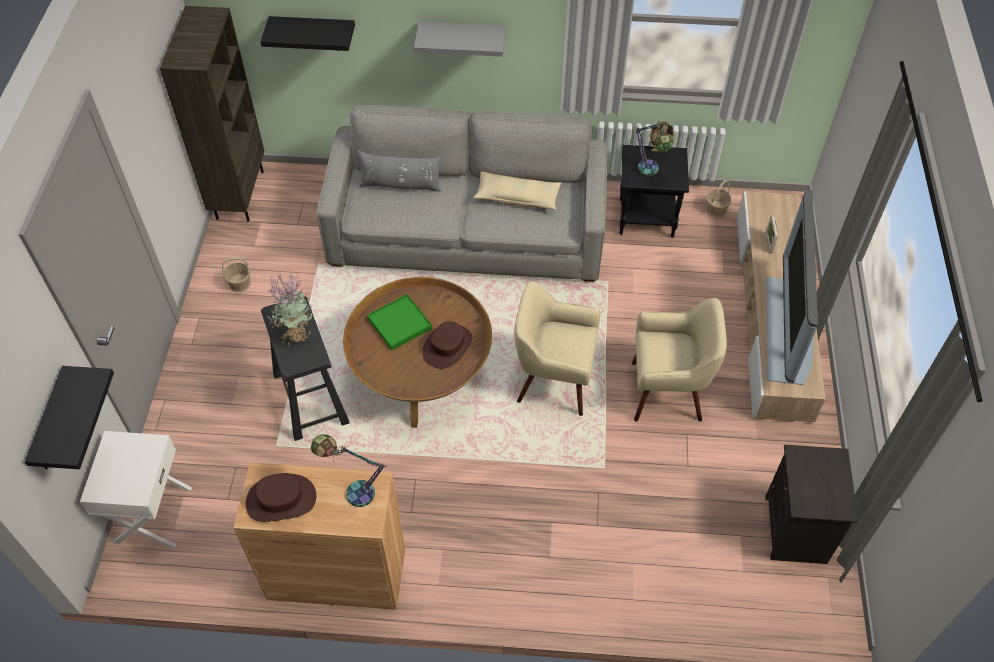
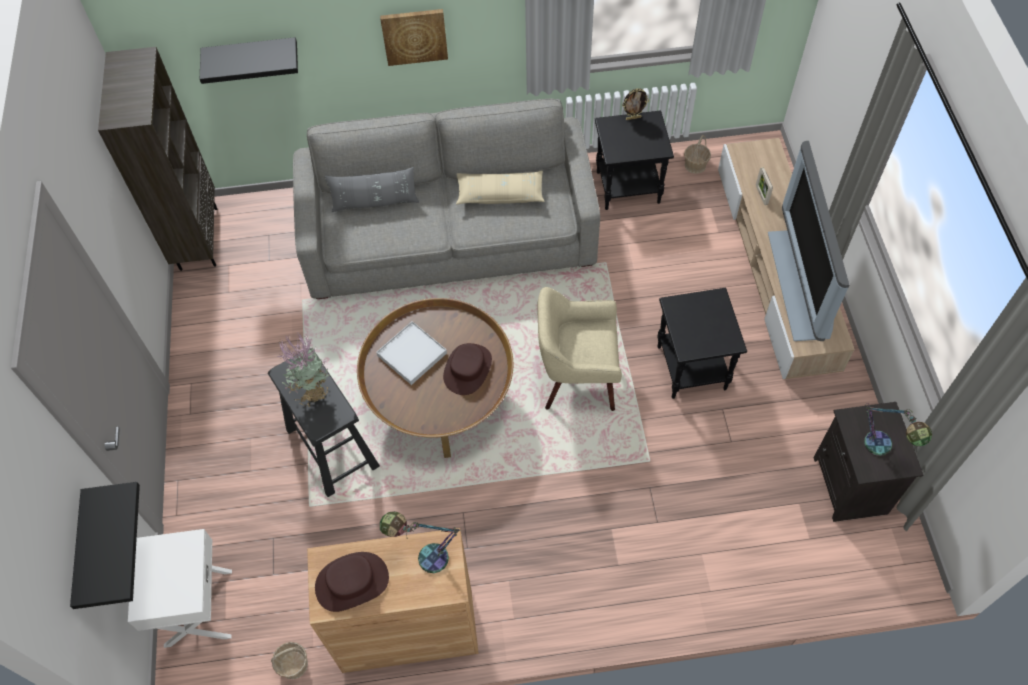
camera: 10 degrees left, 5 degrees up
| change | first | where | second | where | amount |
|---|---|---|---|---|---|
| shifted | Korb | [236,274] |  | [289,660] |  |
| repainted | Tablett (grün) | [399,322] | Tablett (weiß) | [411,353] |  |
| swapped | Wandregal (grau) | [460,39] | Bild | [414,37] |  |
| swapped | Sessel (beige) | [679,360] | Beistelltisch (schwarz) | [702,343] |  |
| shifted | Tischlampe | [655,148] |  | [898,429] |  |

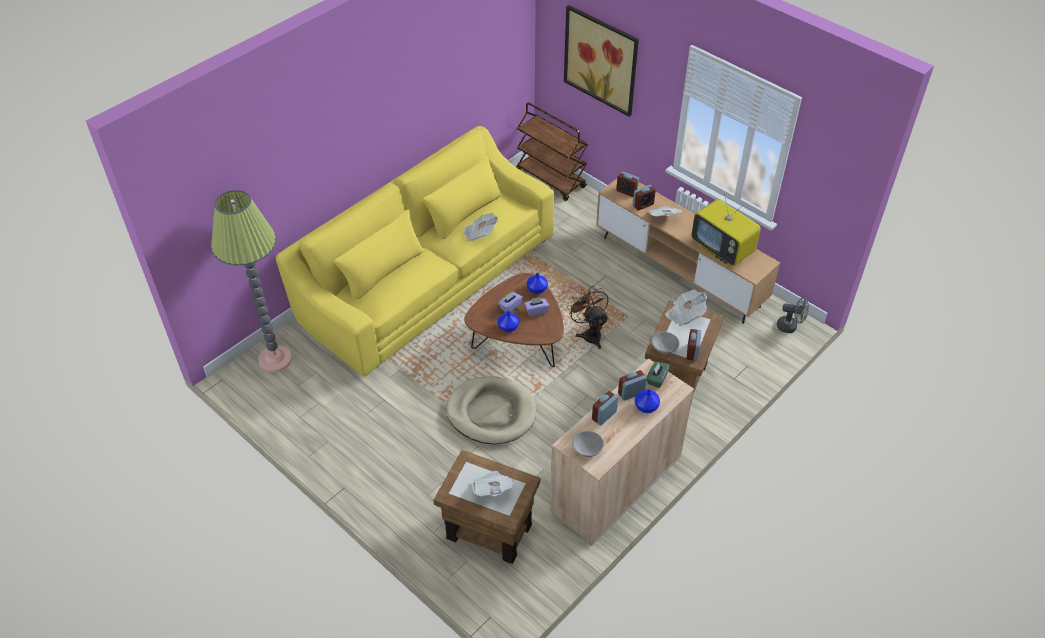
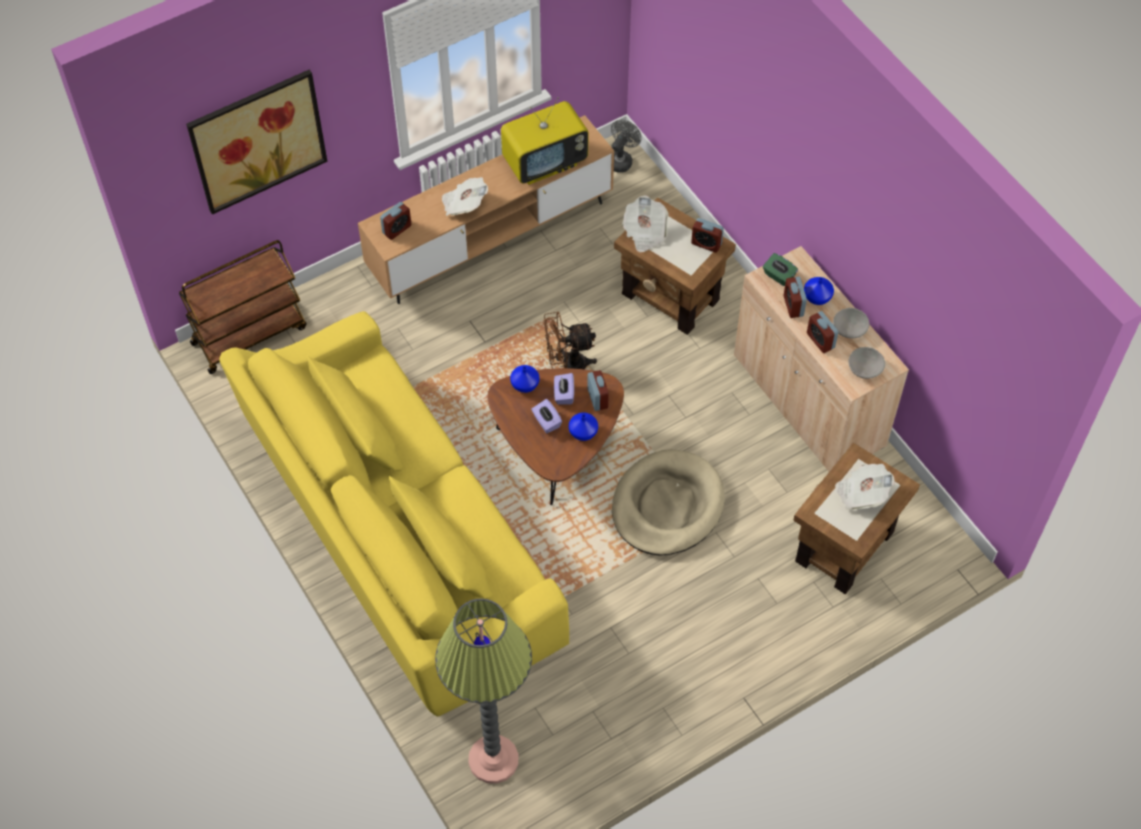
camera: 75 degrees left, 10 degrees up
| change | first | where | second | where | amount |
|---|---|---|---|---|---|
| gone | Zeitung | [480,227] |  |  |  |
| shifted | Wecker | [644,197] |  | [598,390] |  |
| shifted | Schüssel (grau) | [666,343] |  | [851,323] |  |

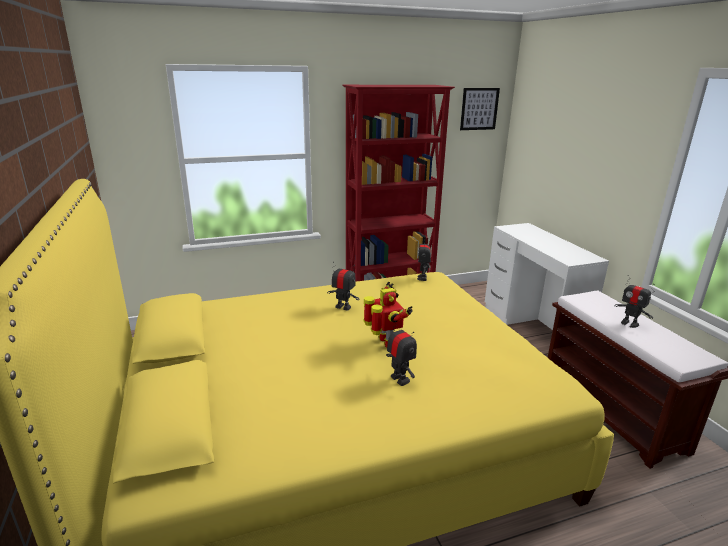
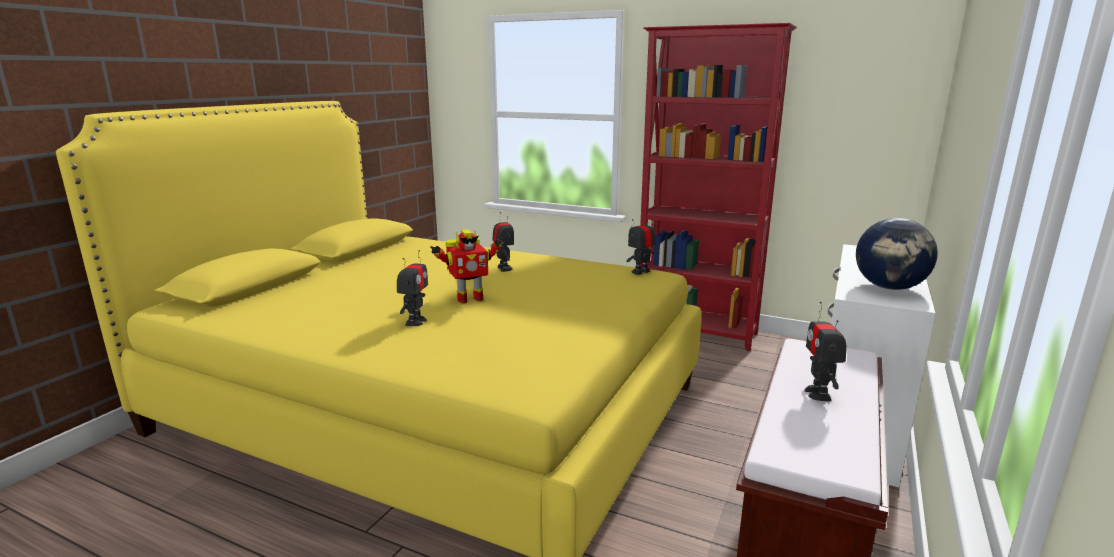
camera: 45 degrees right, 5 degrees down
| change | first | where | second | where | amount |
|---|---|---|---|---|---|
| rotated | Spielzeugroboter | [388,314] |  | [467,266] | 45 degrees clockwise |
| gone | Bild | [480,109] |  |  |  |
| new |  |  | Globus | [897,254] |  |

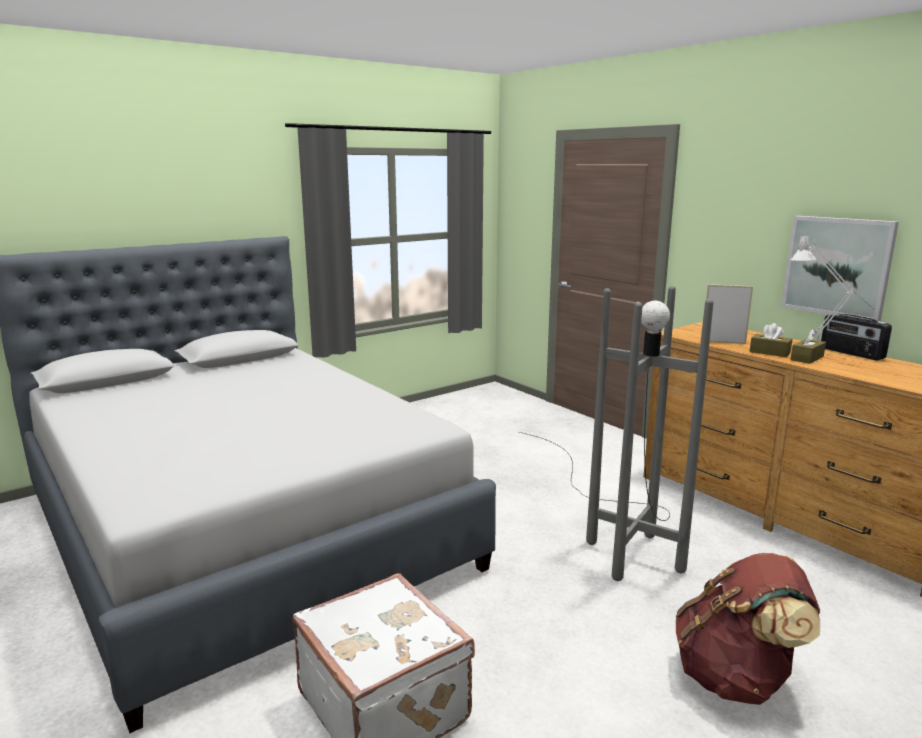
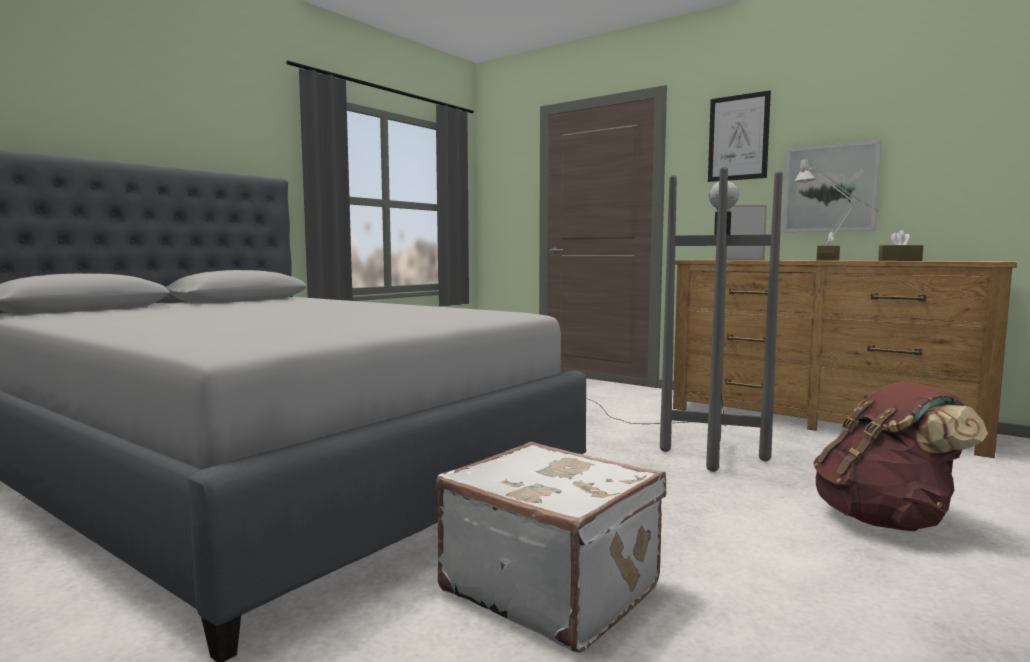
camera: 15 degrees left, 10 degrees down
| change | first | where | second | where | amount |
|---|---|---|---|---|---|
| shifted | Taschentuchbox (braun) | [771,340] |  | [900,245] |  |
| gone | Radio | [856,337] |  |  |  |
| new |  |  | Bild | [739,136] |  |

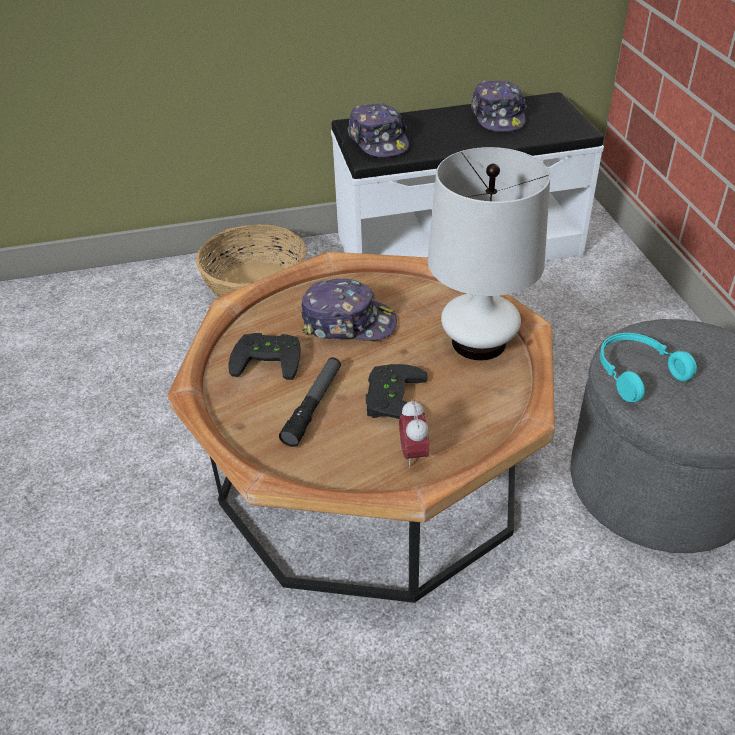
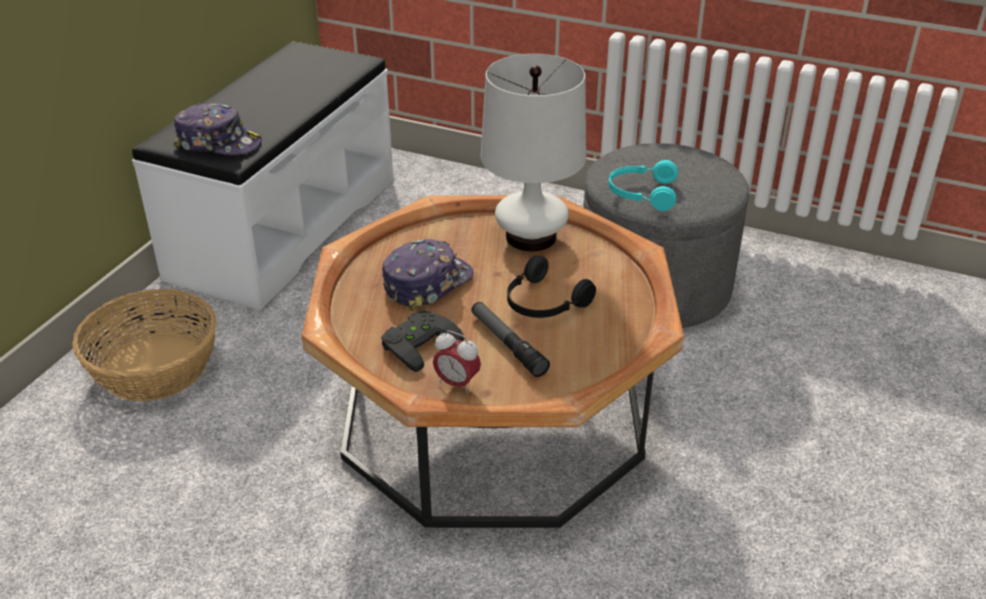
camera: 55 degrees left, 5 degrees down
| change | first | where | second | where | amount |
|---|---|---|---|---|---|
| swapped | Gamepad (schwarz) | [397,391] | Kopfhörer (schwarz) | [551,287] |  |
| shifted | Wecker | [414,433] |  | [457,362] |  |
| gone | Kappe | [499,106] |  |  |  |

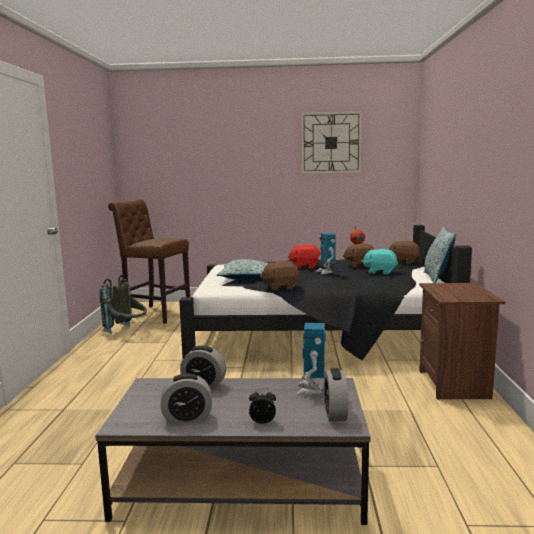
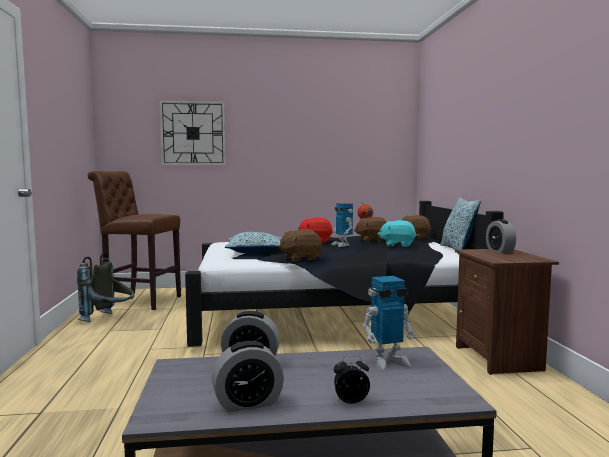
camera: 10 degrees left, 5 degrees down
| change | first | where | second | where | amount |
|---|---|---|---|---|---|
| rotated | Spielzeugroboter | [311,359] |  | [389,323] | 105 degrees counterclockwise |
| shifted | Wanduhr | [331,142] |  | [192,132] |  |
| shifted | Wecker | [336,395] |  | [501,236] |  |

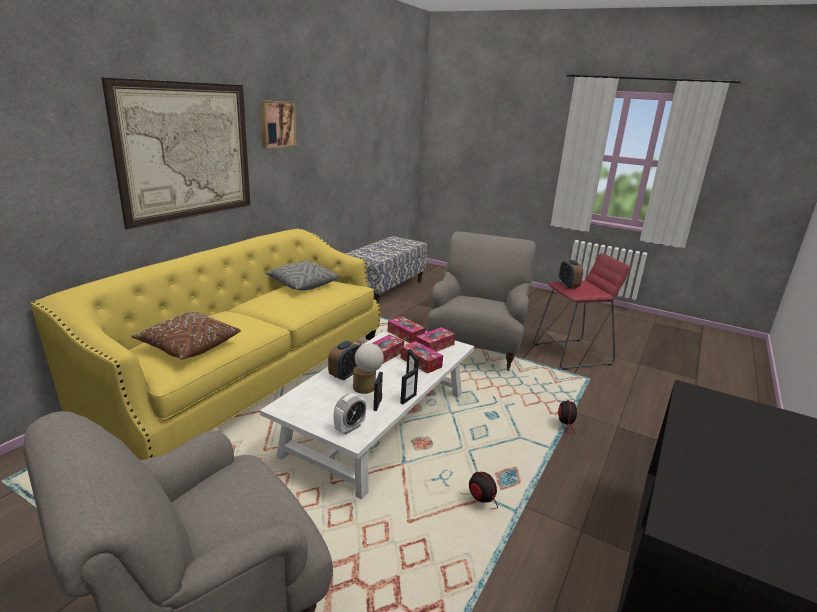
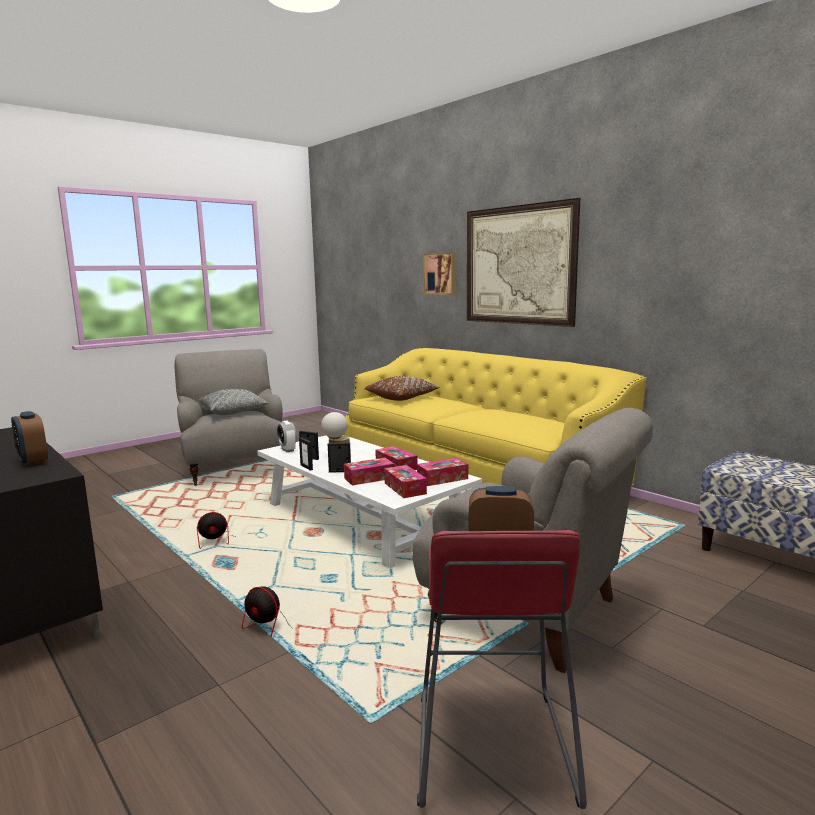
camera: 110 degrees right, 10 degrees down
| change | first | where | second | where | amount |
|---|---|---|---|---|---|
| shifted | Bild | [278,125] |  | [439,273] |  |
| shifted | Kissen (grau) | [302,275] |  | [234,402] |  |
| shifted | Wecker | [344,361] |  | [29,438] |  |

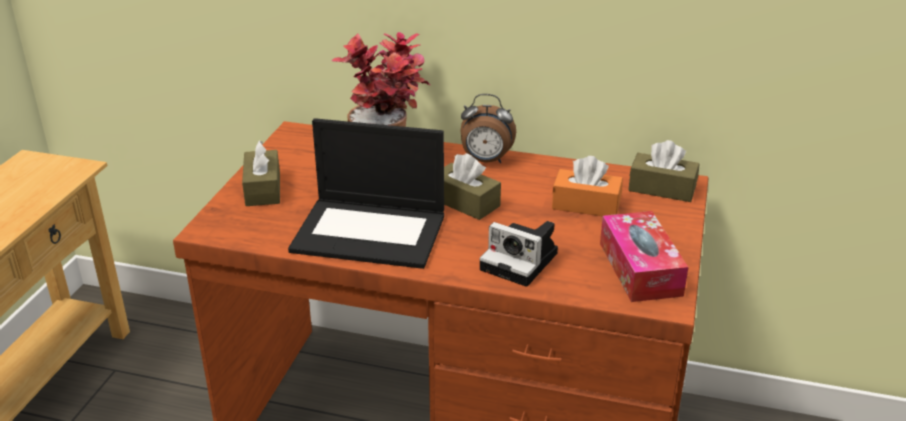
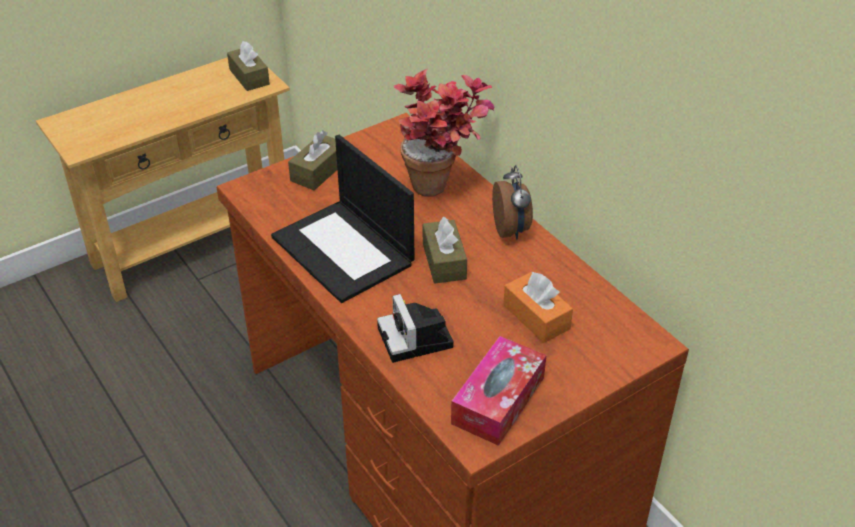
camera: 40 degrees right, 10 degrees up
| change | first | where | second | where | amount |
|---|---|---|---|---|---|
| rotated | Wecker | [488,128] |  | [512,202] | 150 degrees counterclockwise |
| shifted | Taschentuchbox (braun) | [664,171] |  | [248,66] |  |

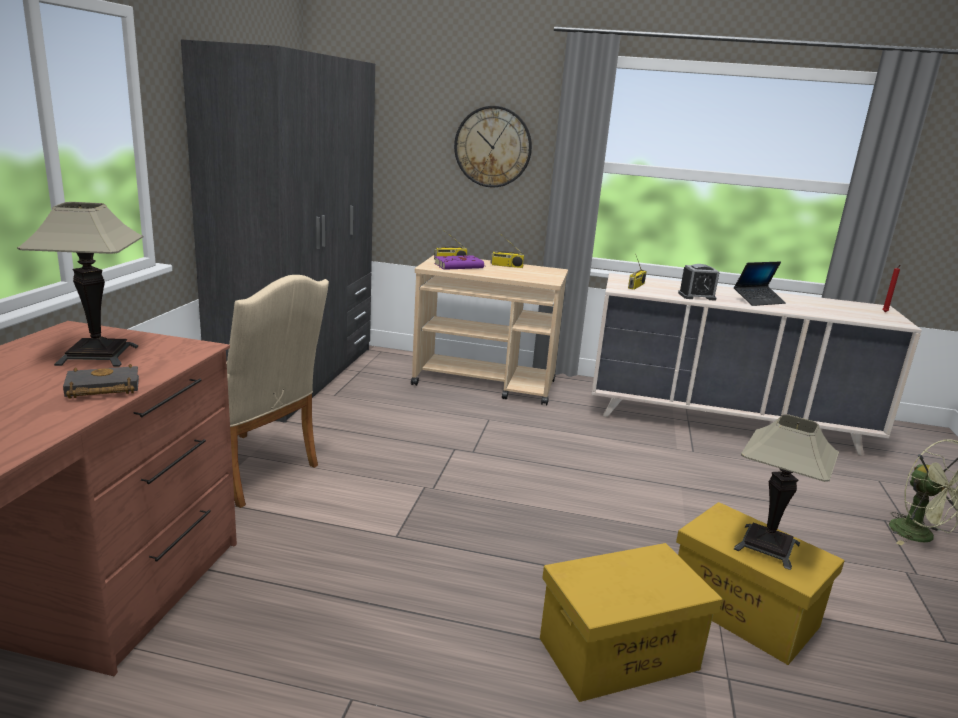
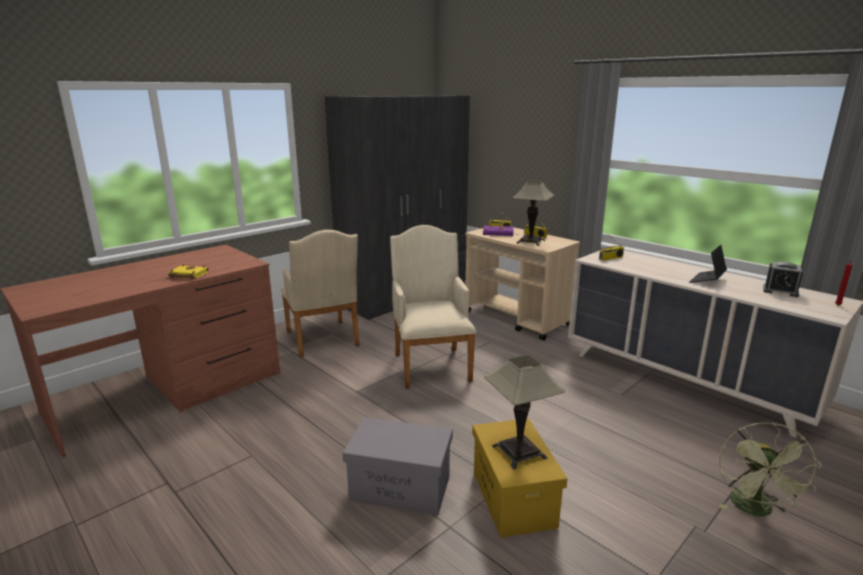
camera: 35 degrees right, 0 degrees up
| change | first | where | second | where | amount |
|---|---|---|---|---|---|
| shifted | Tischlampe | [80,284] |  | [533,213] |  |
| repainted | Buch (schwarz) | [101,381] | Buch (gelb) | [188,271] |  |
| gone | Wanduhr | [493,146] |  |  |  |
| repainted | Aufbewahrungsbox (gelb) | [631,622] | Aufbewahrungsbox (grau) | [398,466] |  |
| shifted | Wecker | [698,282] |  | [783,279] |  |
| rotated | Laptop | [760,283] |  | [708,264] | 120 degrees clockwise |
| new |  |  | Sessel (beige) | [433,307] |  |

